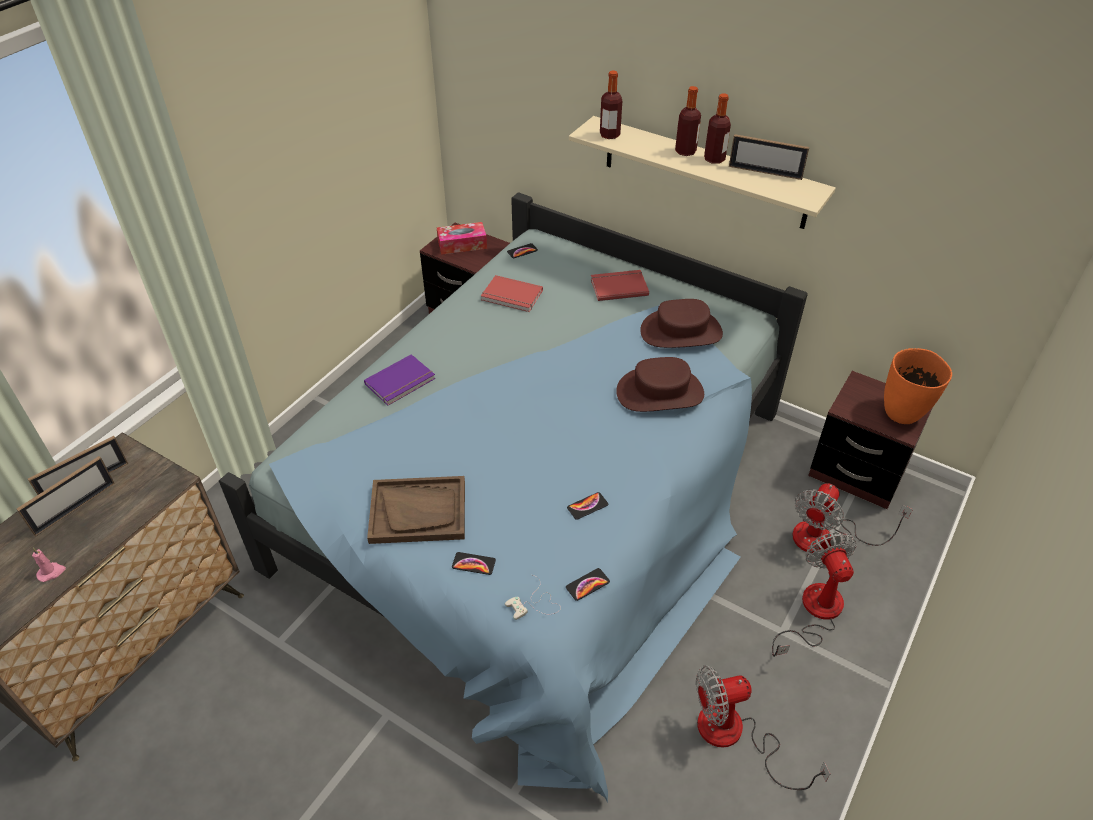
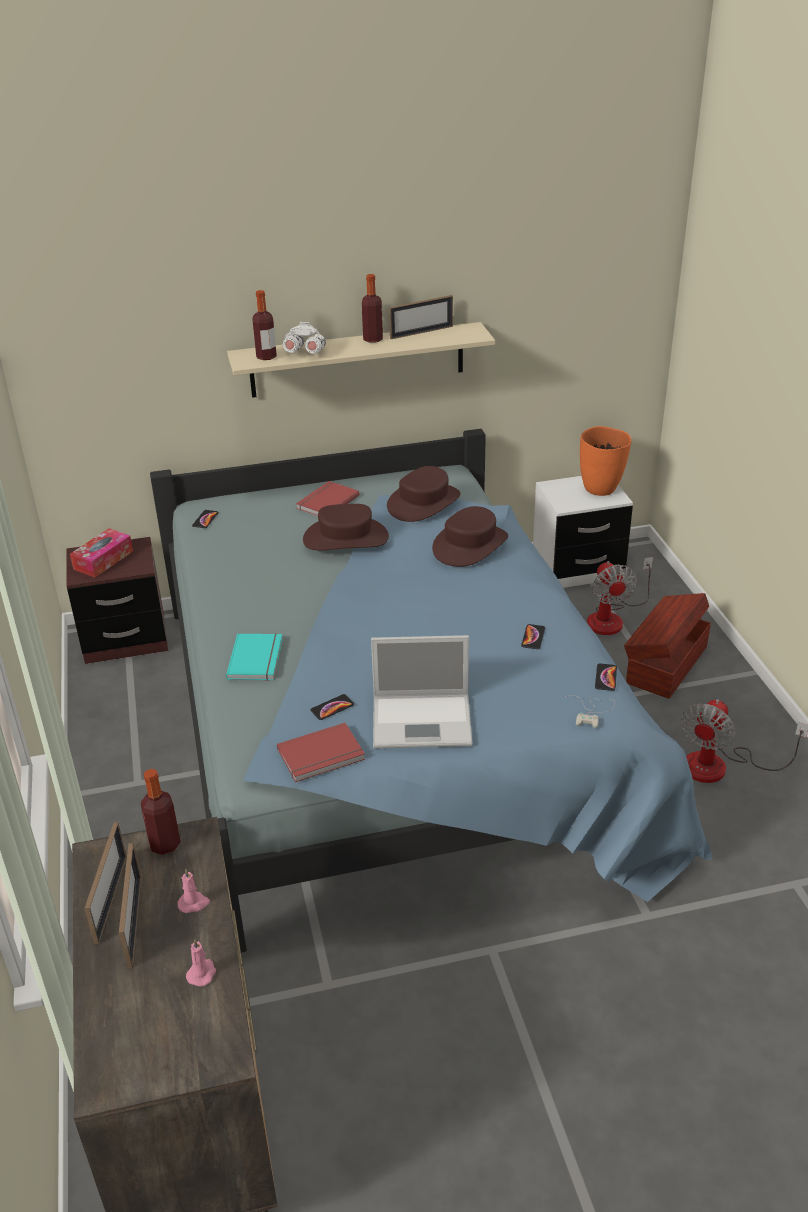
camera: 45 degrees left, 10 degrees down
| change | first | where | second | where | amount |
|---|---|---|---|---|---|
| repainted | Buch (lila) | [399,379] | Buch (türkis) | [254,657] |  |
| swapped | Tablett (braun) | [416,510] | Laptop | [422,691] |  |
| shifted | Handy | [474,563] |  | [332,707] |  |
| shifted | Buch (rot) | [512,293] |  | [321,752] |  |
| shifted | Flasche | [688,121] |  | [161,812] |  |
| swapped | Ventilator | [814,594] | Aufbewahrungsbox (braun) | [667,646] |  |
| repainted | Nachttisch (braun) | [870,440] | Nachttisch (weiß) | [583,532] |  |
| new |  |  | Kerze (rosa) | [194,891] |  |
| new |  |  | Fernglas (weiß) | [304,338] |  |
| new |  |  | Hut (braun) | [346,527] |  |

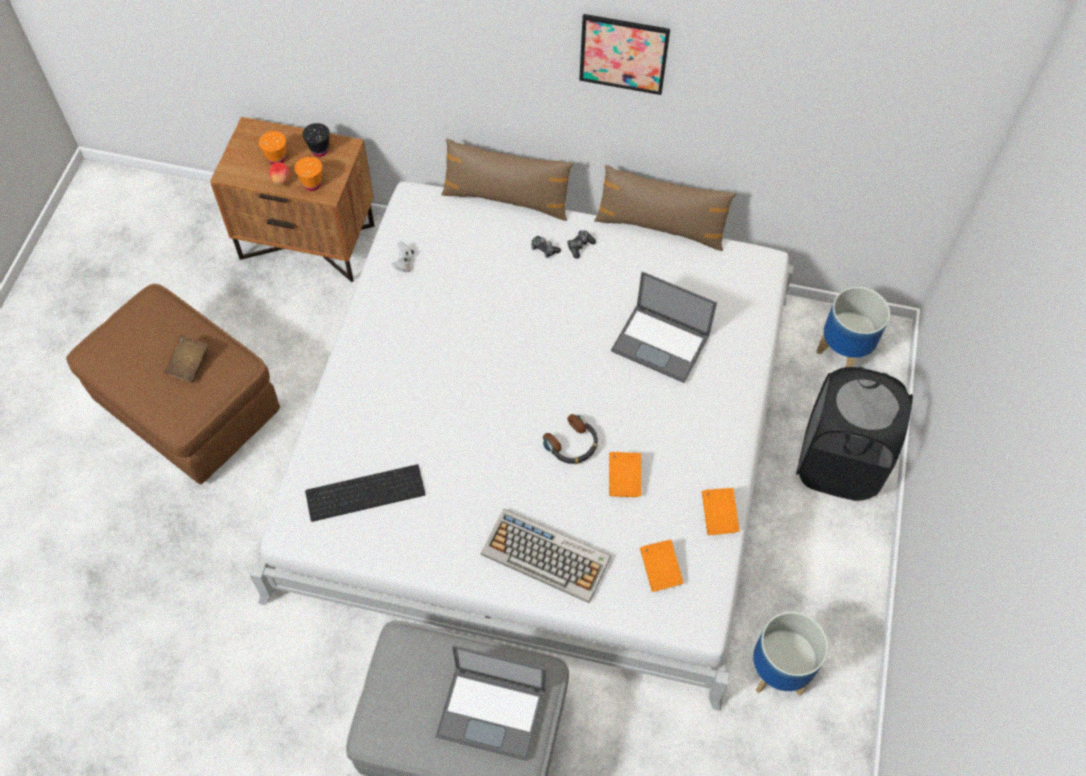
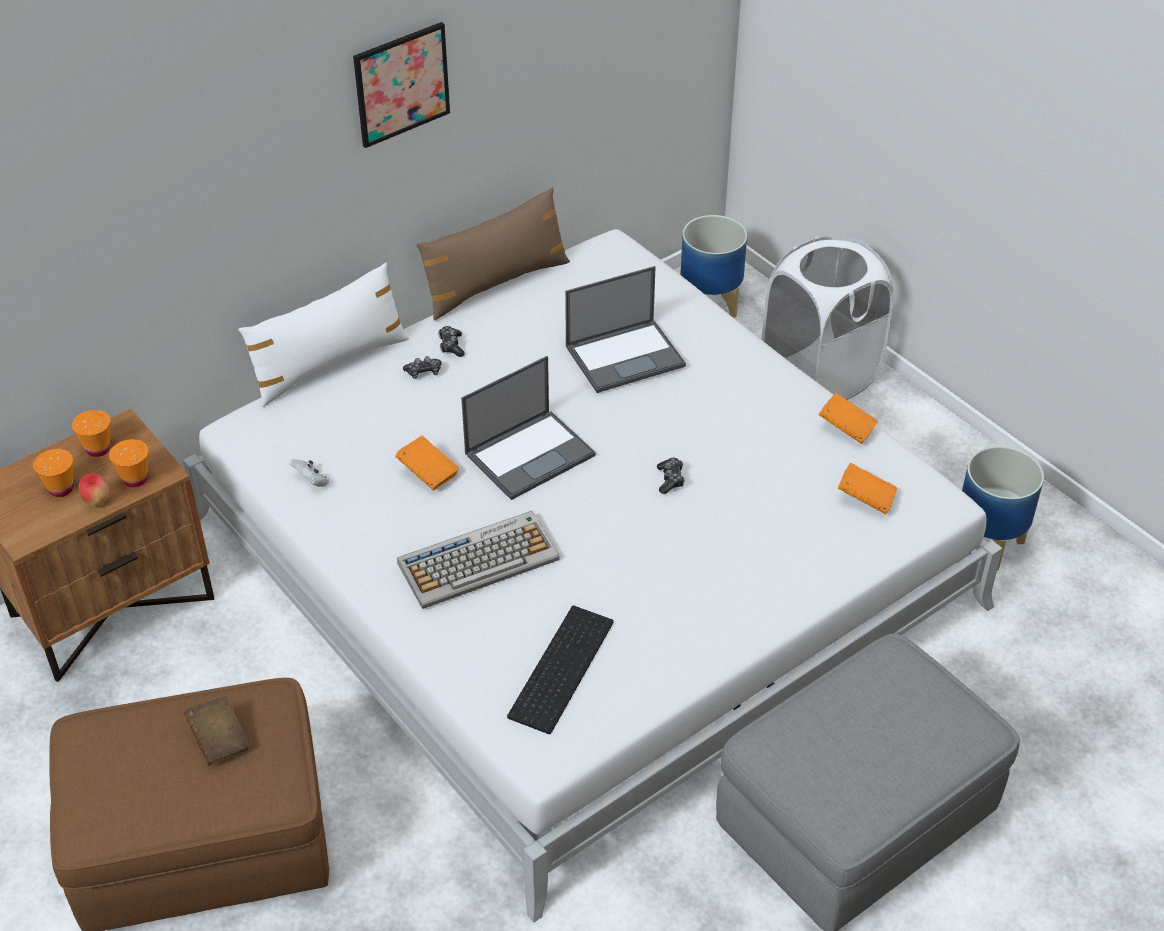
camera: 50 degrees left, 15 degrees down
| change | first | where | second | where | amount |
|---|---|---|---|---|---|
| repainted | Tasse (schwarz) | [316,140] | Tasse (orange) | [91,433] |  |
| shifted | Laptop | [491,703] |  | [528,428] |  |
| repainted | Kissen (braun) | [507,179] | Kissen (weiß) | [324,335] |  |
| shifted | Tastatur | [546,555] |  | [478,560] |  |
| swapped | Kopfhörer | [570,439] | Gamepad | [671,476] |  |
| shifted | Buch (orange) | [625,474] |  | [427,463] |  |
| repainted | Wäschekorb (schwarz) | [854,434] | Wäschekorb (weiß) | [827,318] |  |

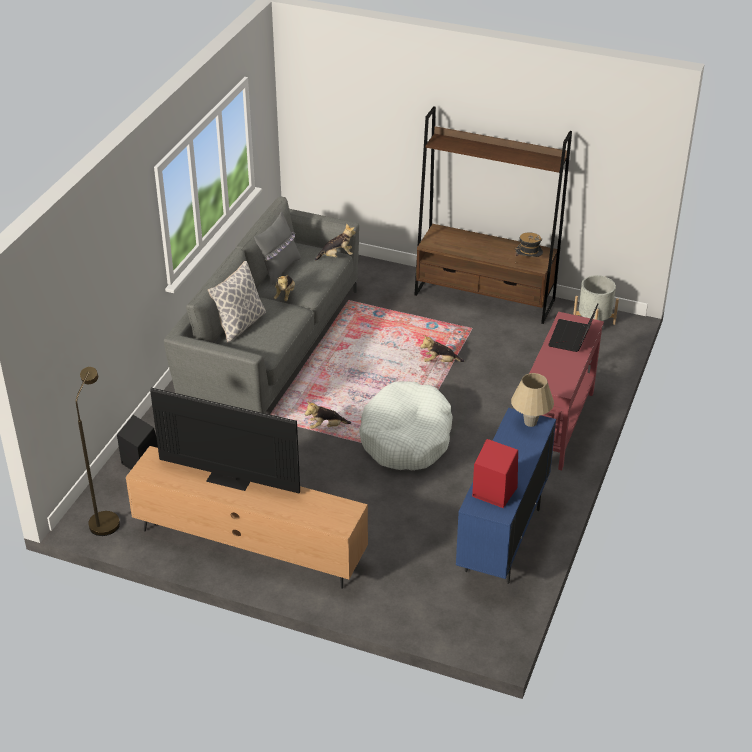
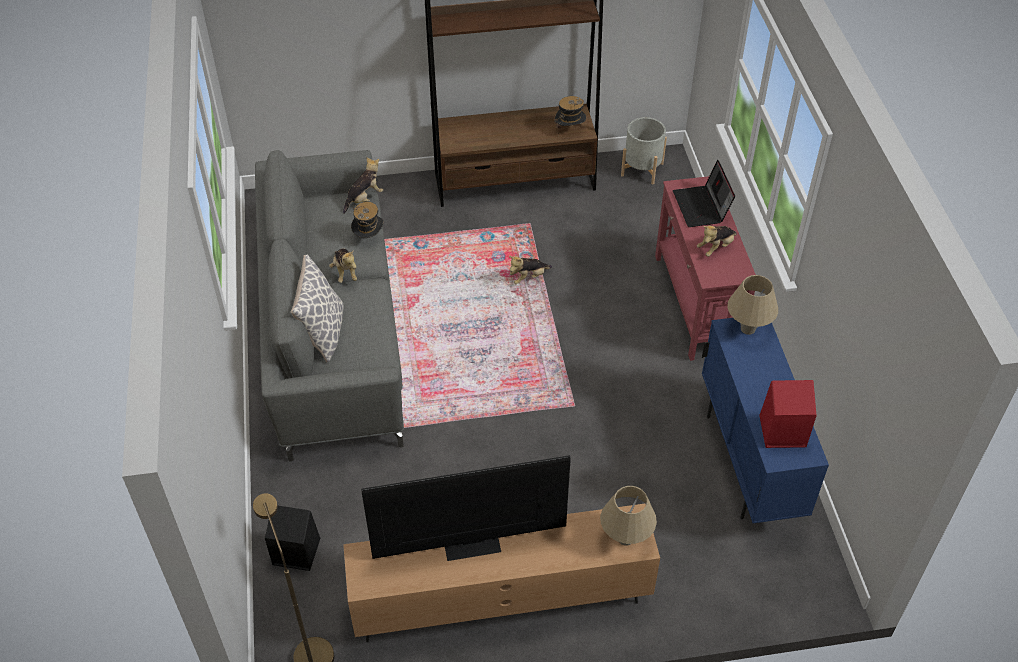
camera: 30 degrees left, 10 degrees up
| change | first | where | second | where | amount |
|---|---|---|---|---|---|
| gone | Kissen (grau) | [277,248] |  |  |  |
| shifted | Plüschtier | [328,415] |  | [717,241] |  |
| gone | Hundebett (weiß) | [406,425] |  |  |  |
| new |  |  | Hut | [367,220] |  |
| new |  |  | Tischlampe (beige) | [628,516] |  |

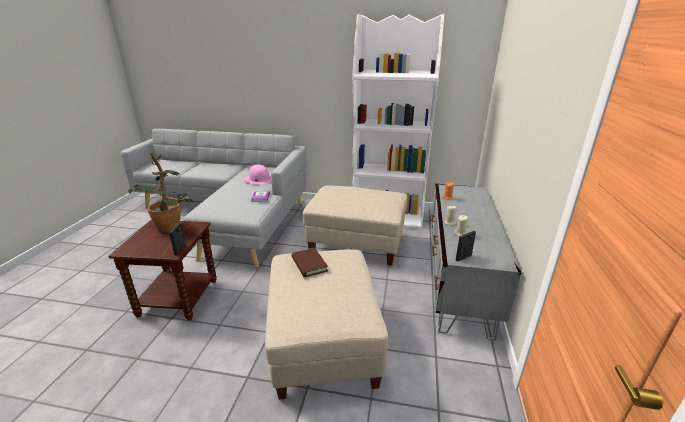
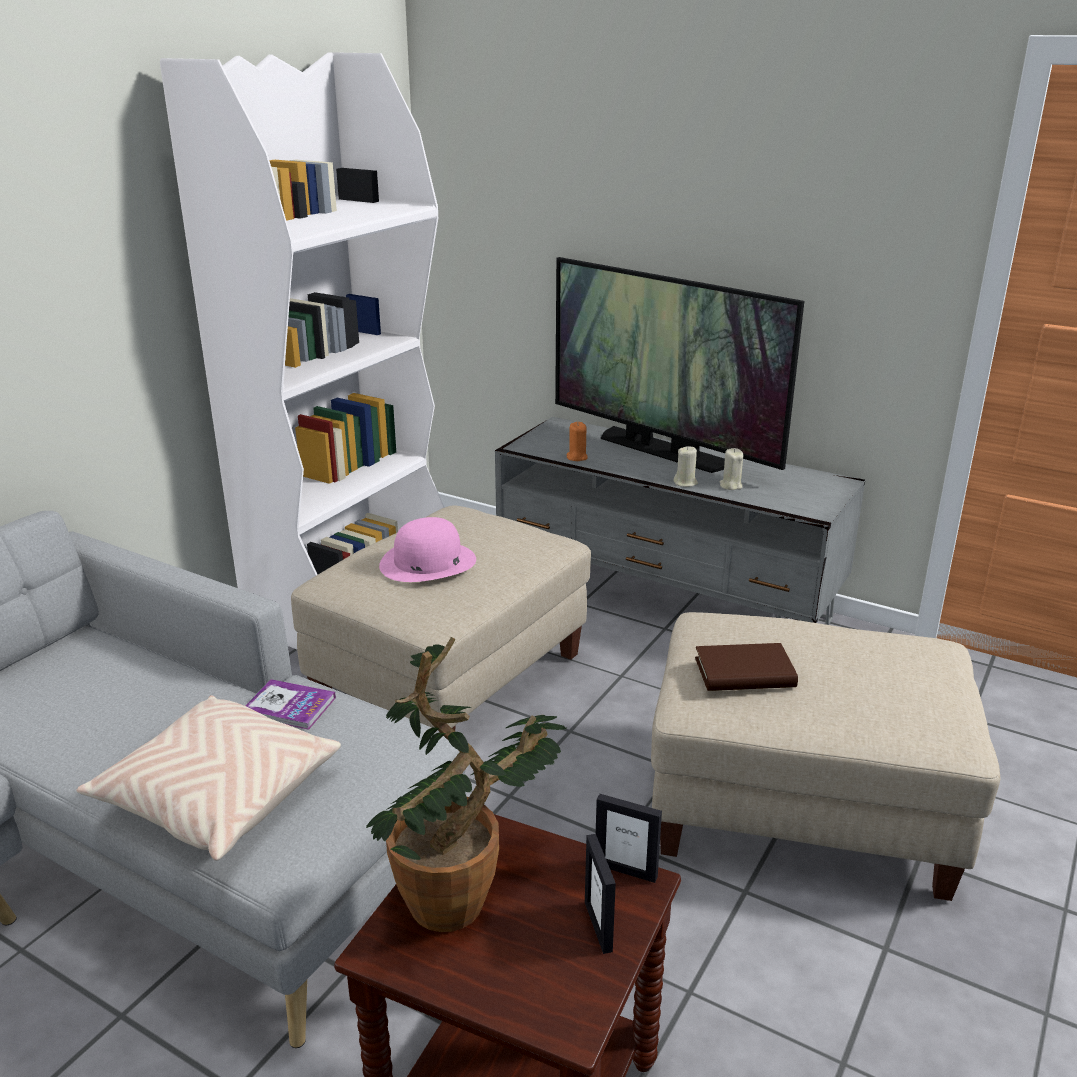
camera: 70 degrees left, 0 degrees up
| change | first | where | second | where | amount |
|---|---|---|---|---|---|
| shifted | Hut (rosa) | [258,174] |  | [427,549] |  |
| shifted | Bilderrahmen | [466,246] |  | [600,894] |  |
| new |  |  | Kissen (beige) | [209,778] |  |
| new |  |  | Fernseher | [679,365] |  |

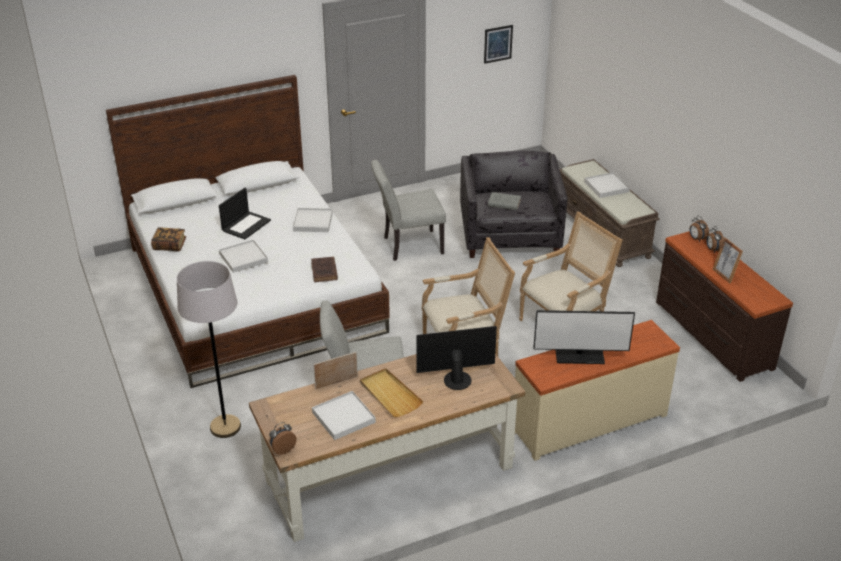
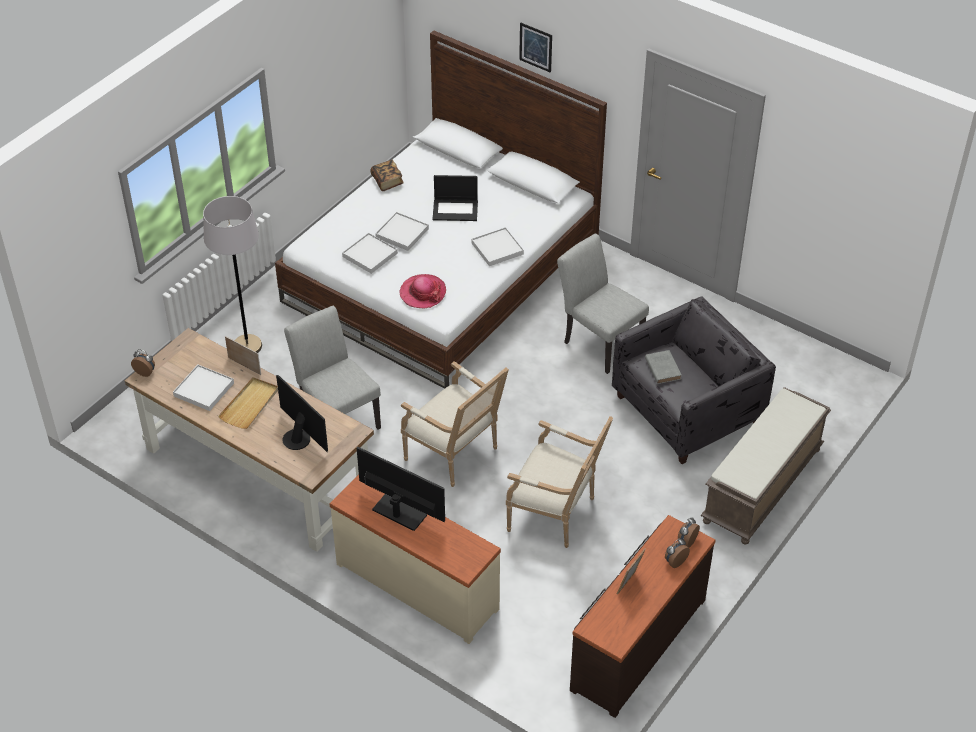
camera: 60 degrees right, 10 degrees up
| change | first | where | second | where | amount |
|---|---|---|---|---|---|
| swapped | Buch (braun) | [324,269] | Hut | [423,291] |  |
| shifted | Bild | [498,44] |  | [535,47] |  |
| rotated | Monitor | [584,337] |  | [401,489] | 150 degrees clockwise |
| shifted | Tablett (weiß) | [607,185] |  | [370,253] |  |

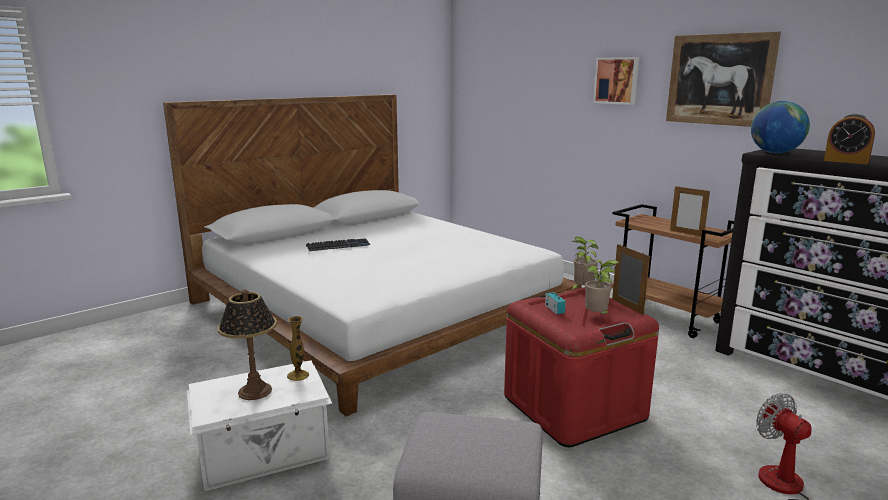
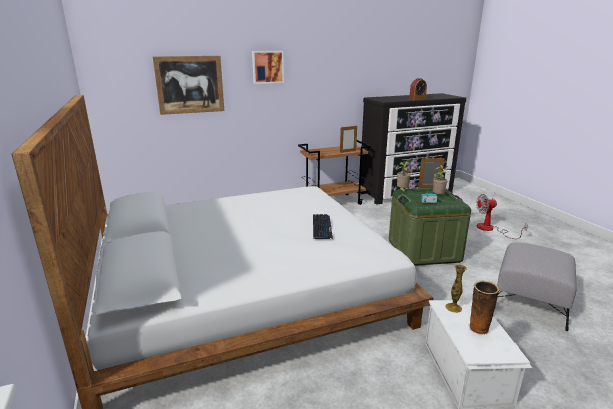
camera: 70 degrees left, 5 degrees up
| change | first | where | second | where | amount |
|---|---|---|---|---|---|
| swapped | Tischlampe | [247,344] | Vase | [484,308] |  |
| shifted | Tastatur | [338,244] |  | [323,226] |  |
| repainted | Aufbewahrungsbox (rot) | [581,367] | Aufbewahrungsbox (grün) | [430,227] |  |
| shifted | Bild | [723,79] |  | [188,85] |  |
| gone | Globus | [780,127] |  |  |  |

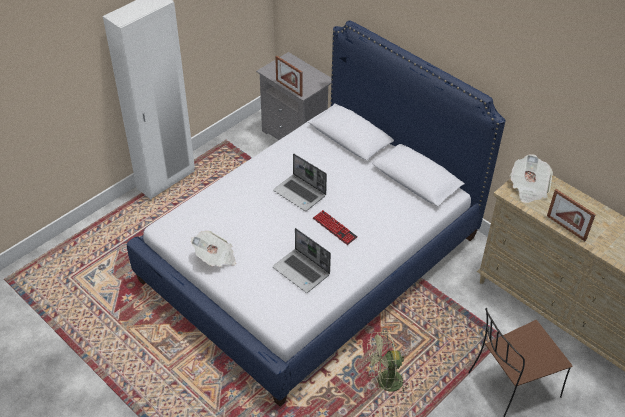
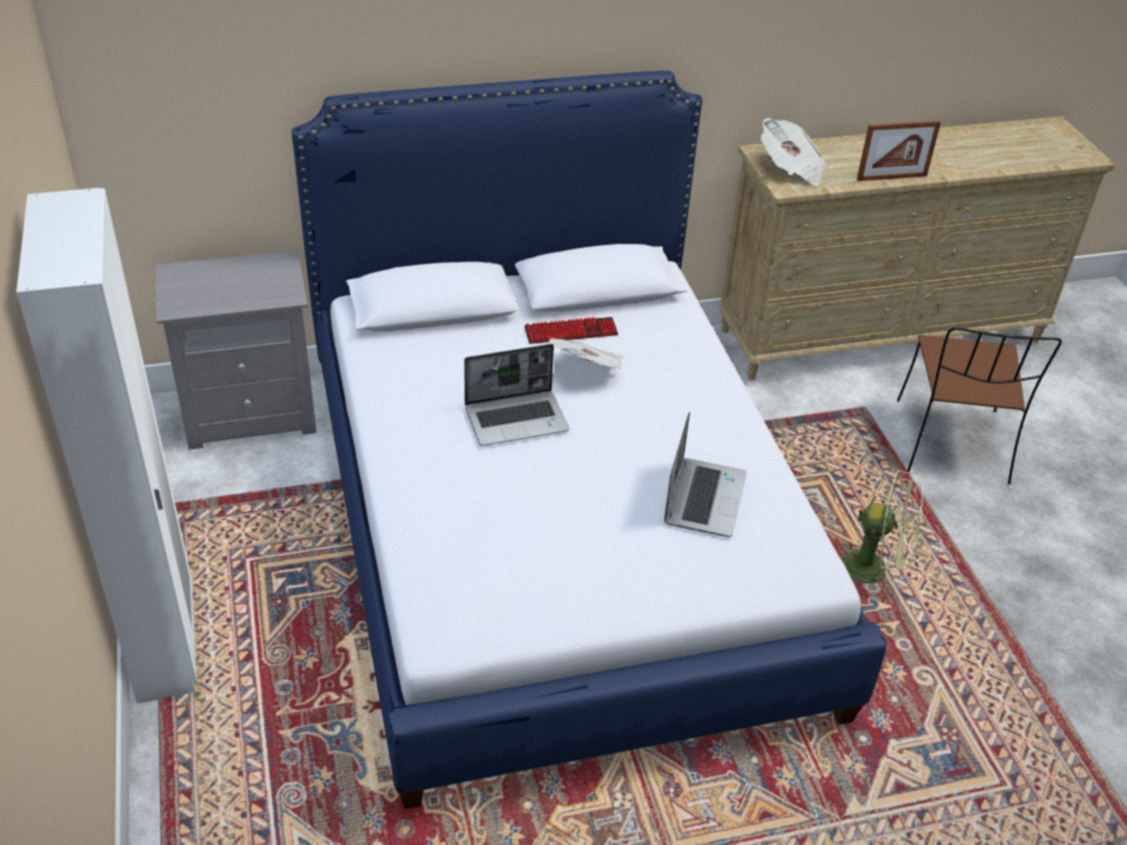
camera: 60 degrees left, 5 degrees down
| change | first | where | second | where | amount |
|---|---|---|---|---|---|
| shifted | Zeitung | [213,249] |  | [586,353] |  |
| rotated | Laptop | [302,260] |  | [705,474] | 60 degrees counterclockwise |
| gone | Bilderrahmen | [289,76] |  |  |  |
| shifted | Tastatur | [335,227] |  | [571,330] |  |
| rotated | Ventilator (grün) | [387,364] |  | [880,527] | 90 degrees counterclockwise |

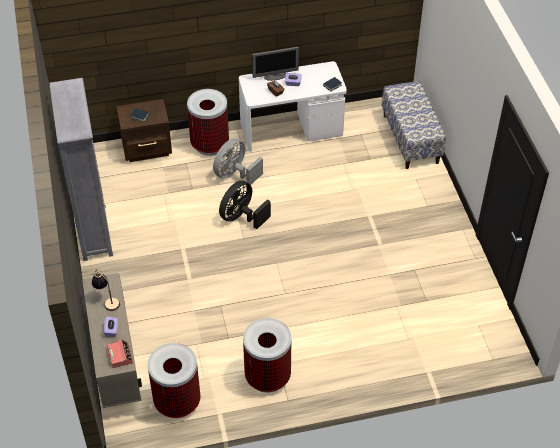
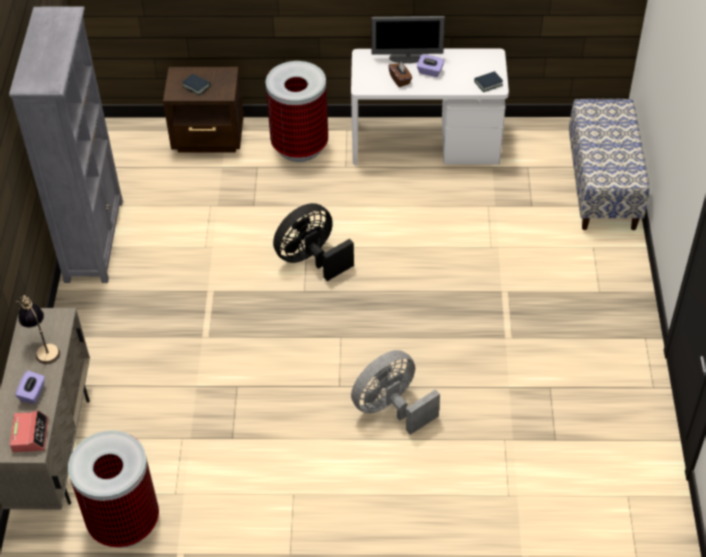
camera: 15 degrees right, 0 degrees up
| change | first | where | second | where | amount |
|---|---|---|---|---|---|
| shifted | Ventilator (grau) | [238,161] |  | [395,392] |  |
| gone | Mülleimer | [267,355] |  |  |  |

